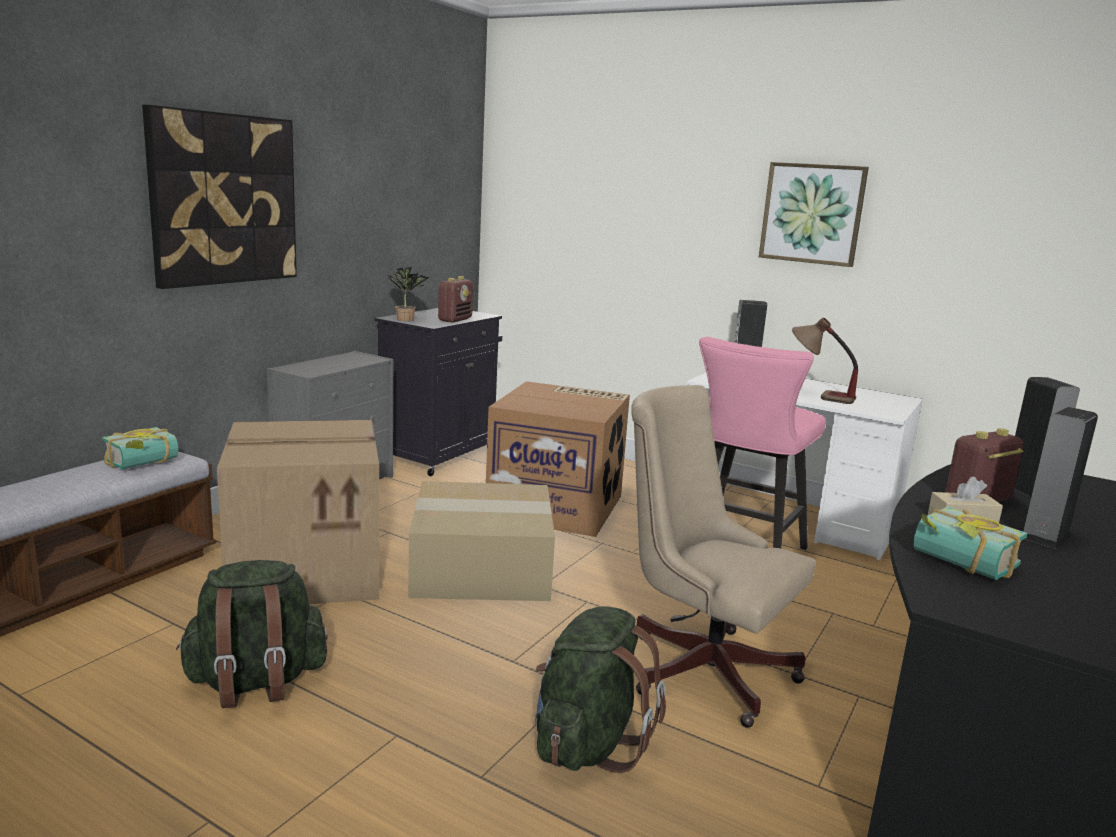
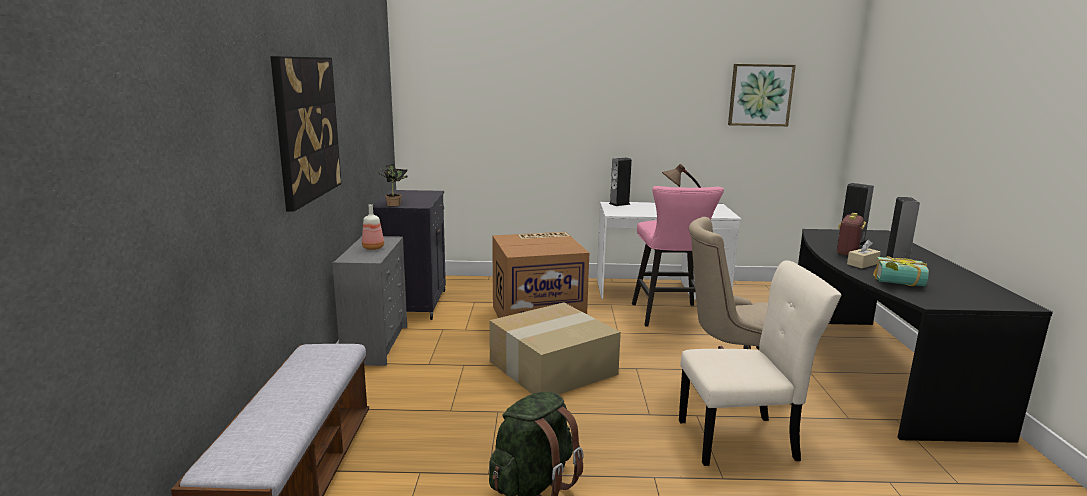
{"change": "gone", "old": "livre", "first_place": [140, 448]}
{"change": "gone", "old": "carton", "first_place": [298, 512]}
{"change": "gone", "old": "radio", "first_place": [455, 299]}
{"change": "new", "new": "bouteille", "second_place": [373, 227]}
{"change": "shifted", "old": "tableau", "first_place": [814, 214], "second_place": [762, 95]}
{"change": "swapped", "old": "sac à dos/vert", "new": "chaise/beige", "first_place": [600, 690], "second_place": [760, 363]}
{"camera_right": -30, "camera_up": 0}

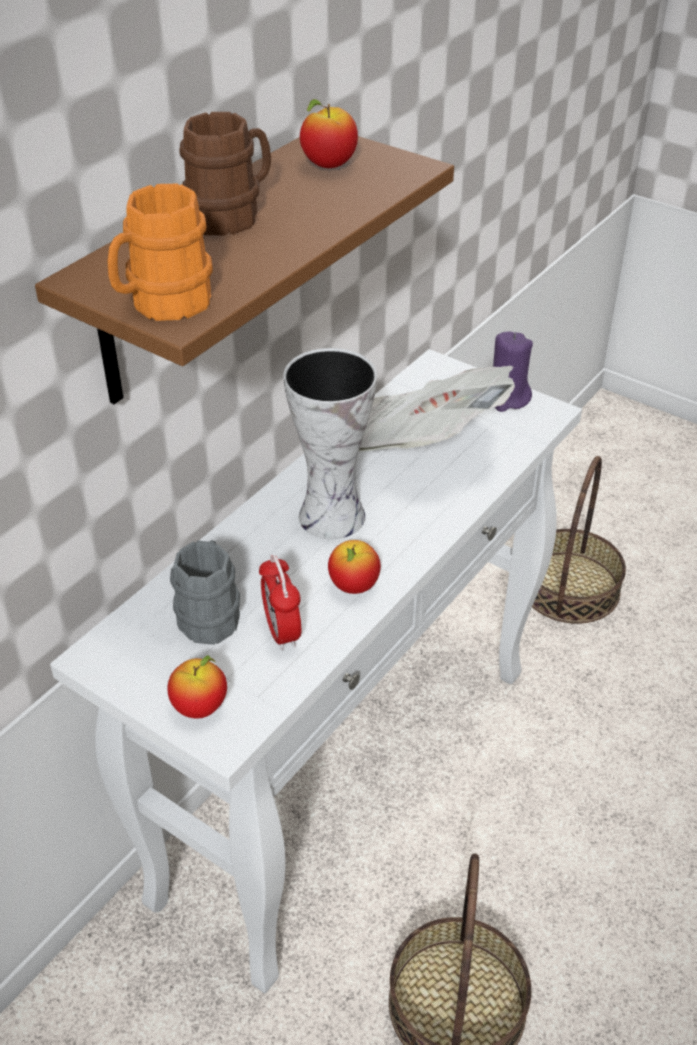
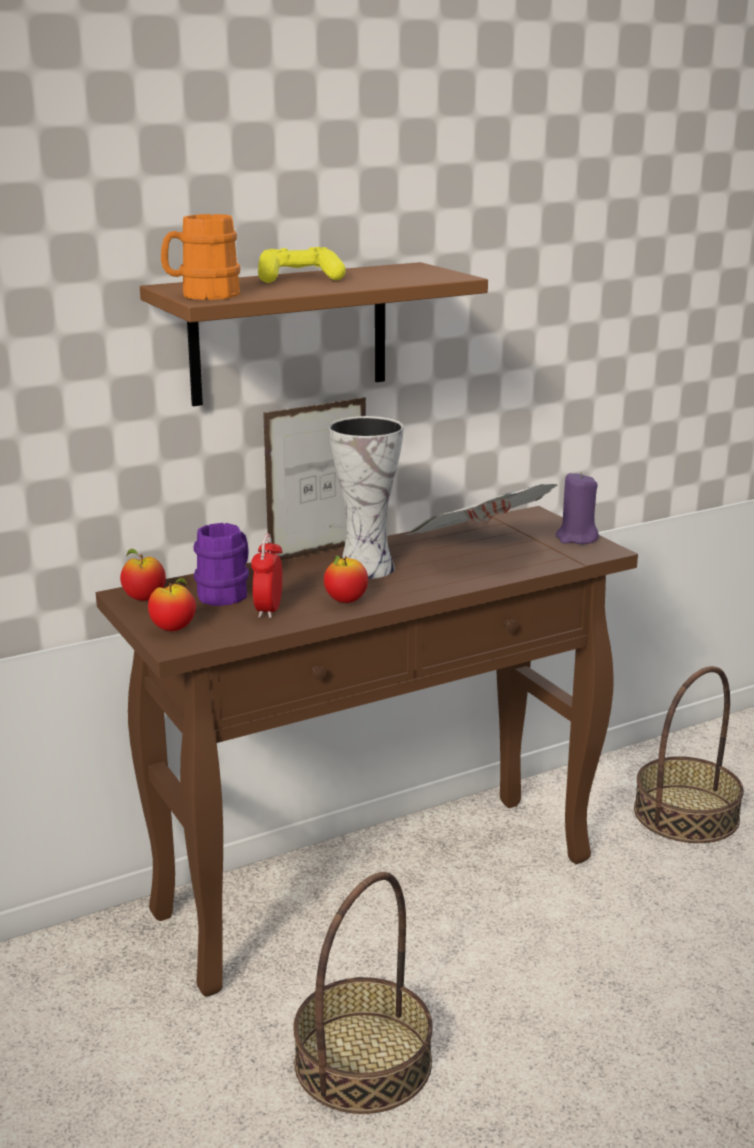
{"change": "new", "new": "cadre photo", "second_place": [314, 479]}
{"change": "shifted", "old": "pomme", "first_place": [329, 133], "second_place": [143, 575]}
{"change": "swapped", "old": "mug/marron", "new": "manette/jaune", "first_place": [225, 174], "second_place": [302, 265]}
{"change": "repainted", "old": "table console/blanc", "new": "table console/marron", "first_place": [316, 671], "second_place": [367, 751]}
{"change": "repainted", "old": "mug/gris", "new": "mug/violet", "first_place": [205, 592], "second_place": [221, 564]}
{"camera_right": 25, "camera_up": -20}

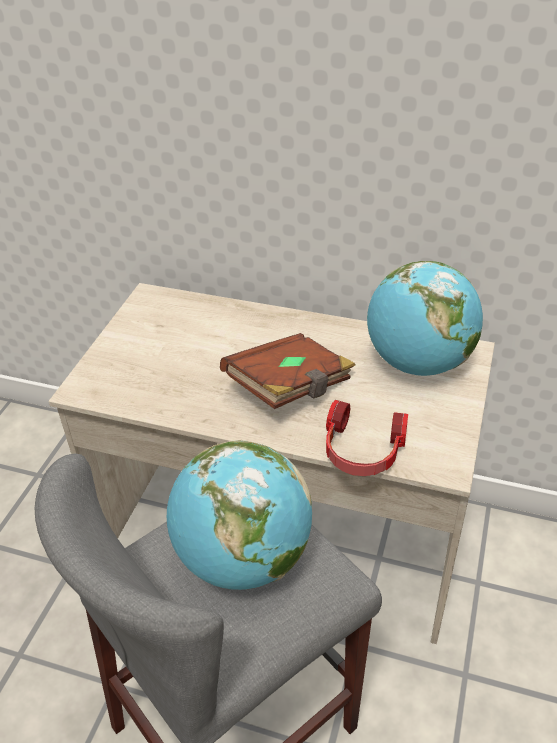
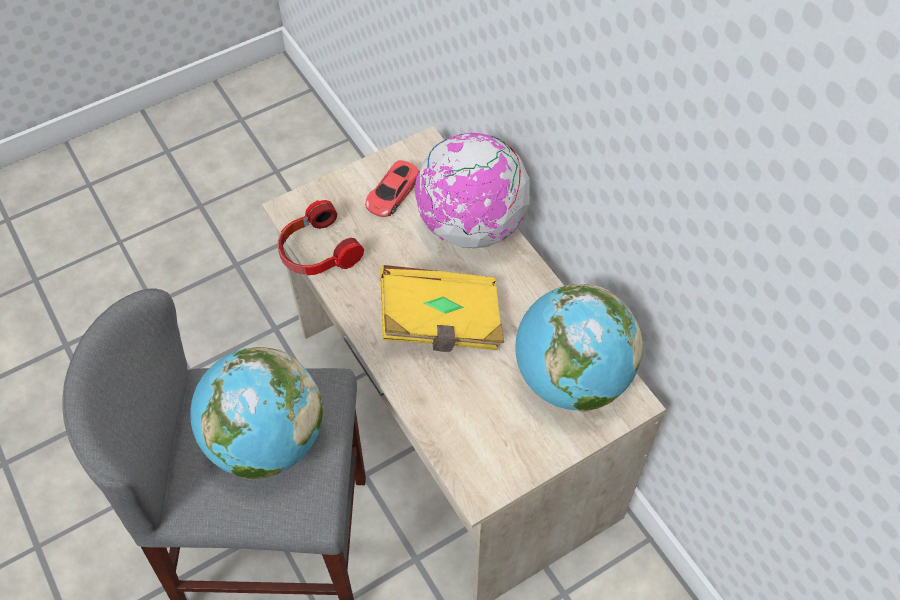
{"change": "new", "new": "petite voiture/rouge", "second_place": [392, 188]}
{"change": "new", "new": "globe", "second_place": [472, 190]}
{"change": "shifted", "old": "casque audio", "first_place": [367, 438], "second_place": [321, 237]}
{"change": "repainted", "old": "livre/marron", "new": "livre/jaune", "first_place": [287, 371], "second_place": [442, 308]}
{"camera_right": 40, "camera_up": 15}

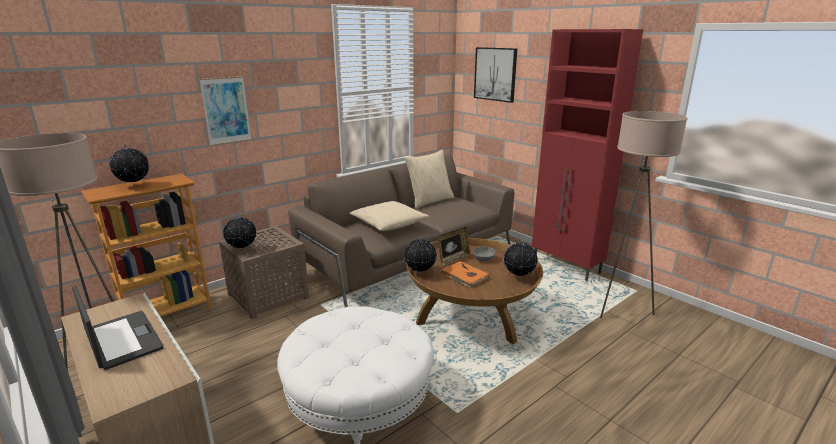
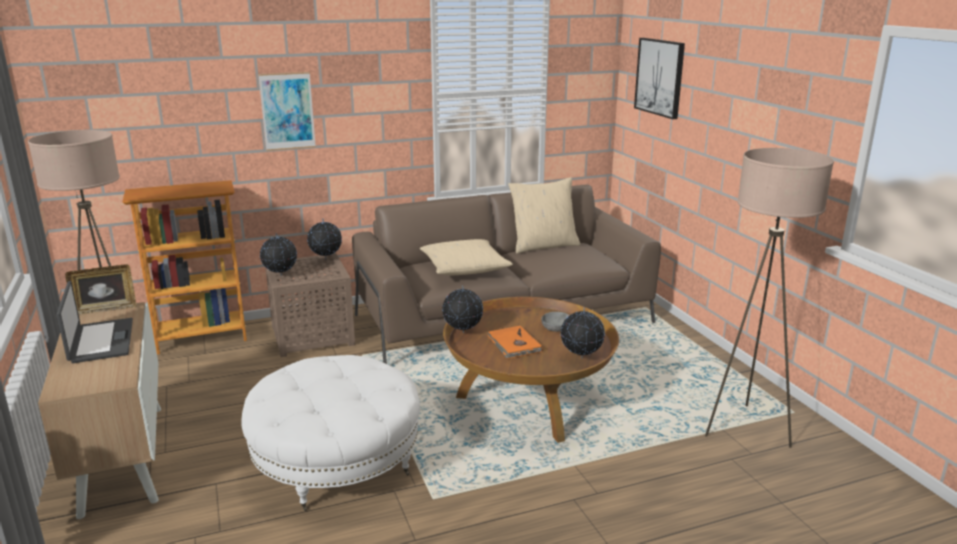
{"change": "gone", "old": "meuble de rangement/rouge", "first_place": [587, 155]}
{"change": "shifted", "old": "globe", "first_place": [129, 165], "second_place": [324, 239]}
{"change": "shifted", "old": "cadre photo", "first_place": [454, 246], "second_place": [100, 289]}
{"camera_right": 20, "camera_up": 0}

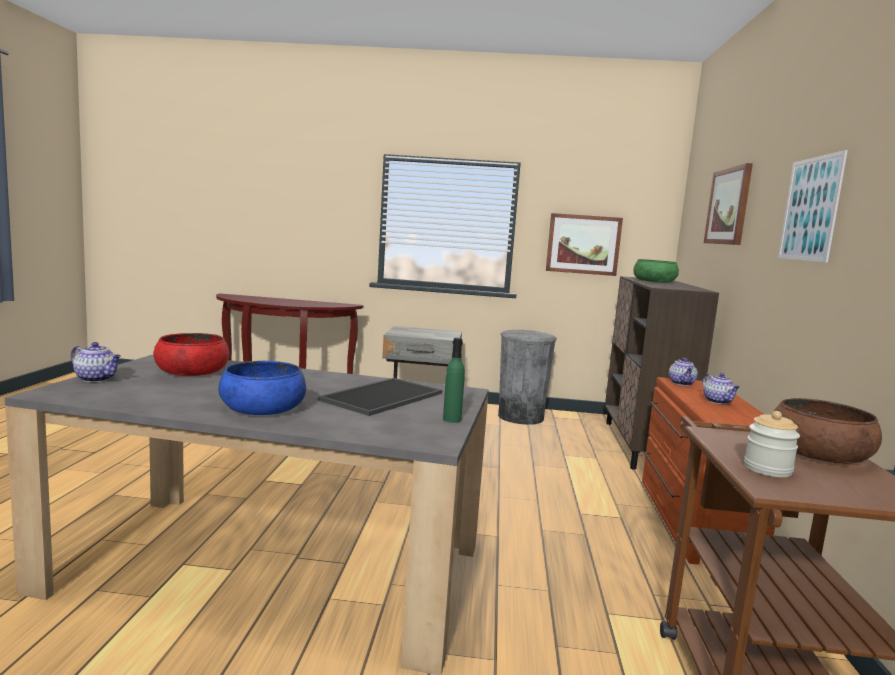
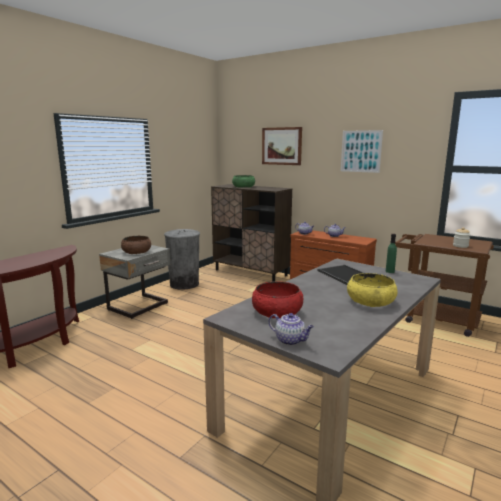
{"change": "gone", "old": "tableau", "first_place": [584, 244]}
{"change": "shifted", "old": "bol/marron", "first_place": [828, 431], "second_place": [136, 245]}
{"change": "repainted", "old": "bol/bleu", "new": "bol/jaune", "first_place": [262, 388], "second_place": [372, 290]}
{"change": "rotated", "old": "théière", "first_place": [96, 362], "second_place": [291, 329], "degrees": 75}
{"camera_right": -60, "camera_up": 5}

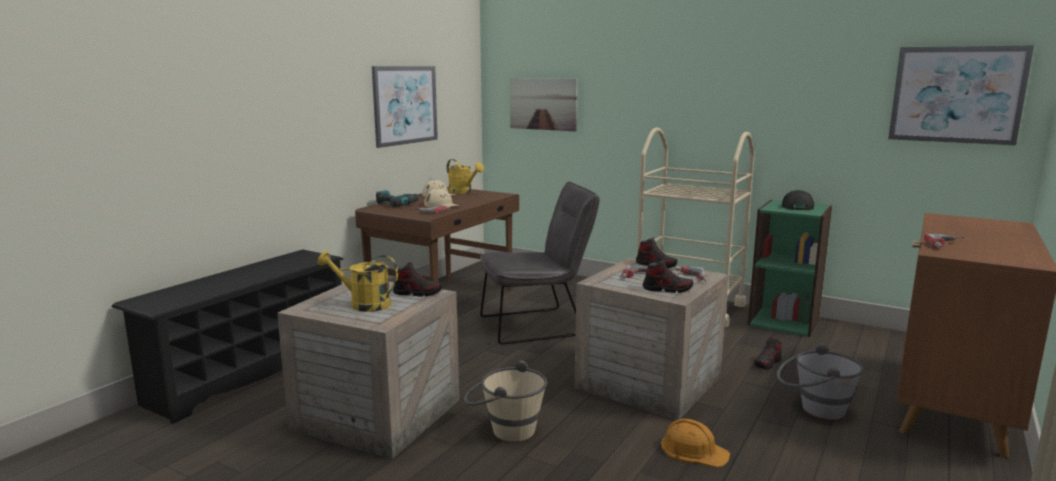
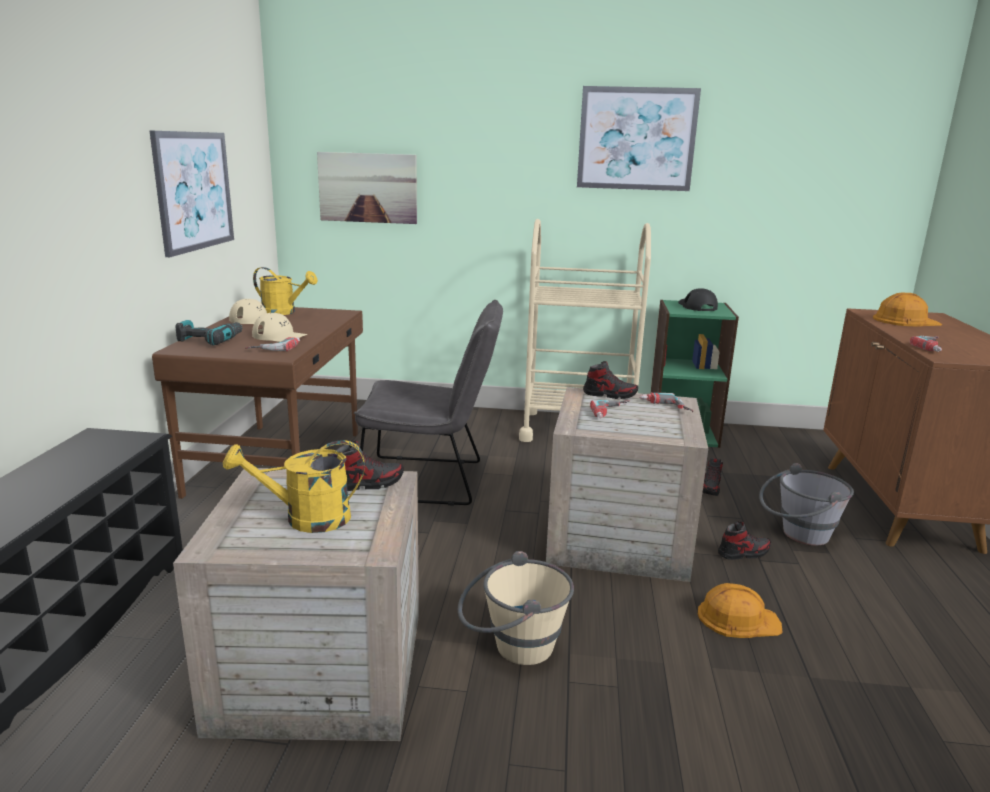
{"change": "new", "new": "casque de chantier/orange", "second_place": [907, 309]}
{"change": "shifted", "old": "chaussure", "first_place": [668, 276], "second_place": [744, 540]}
{"change": "shifted", "old": "tableau", "first_place": [961, 95], "second_place": [639, 138]}
{"change": "rotated", "old": "chaise/gris", "first_place": [540, 263], "second_place": [428, 403], "degrees": 45}
{"camera_right": -25, "camera_up": 5}

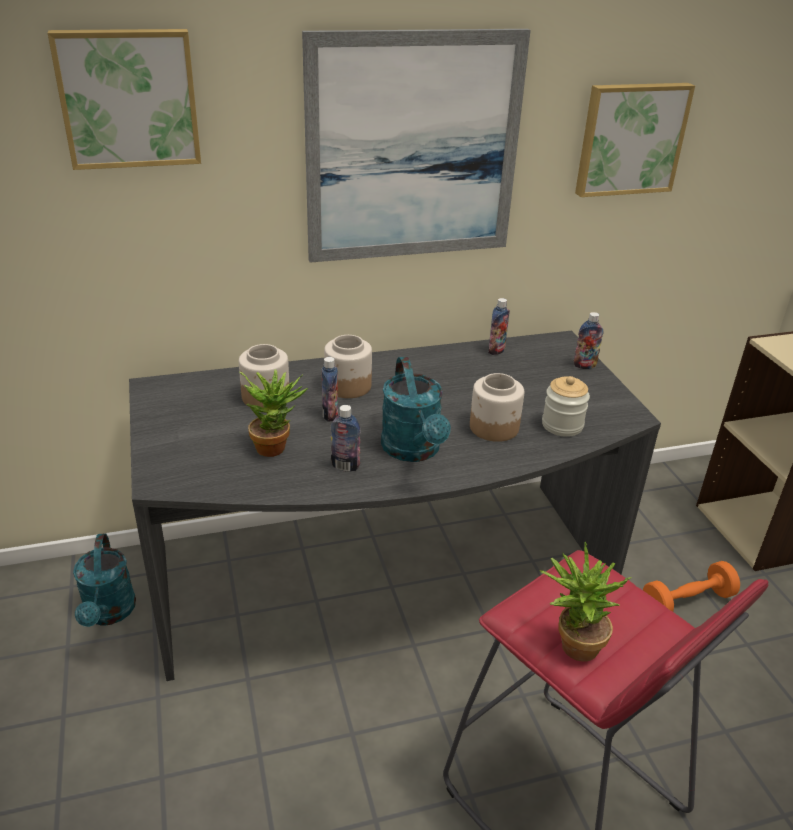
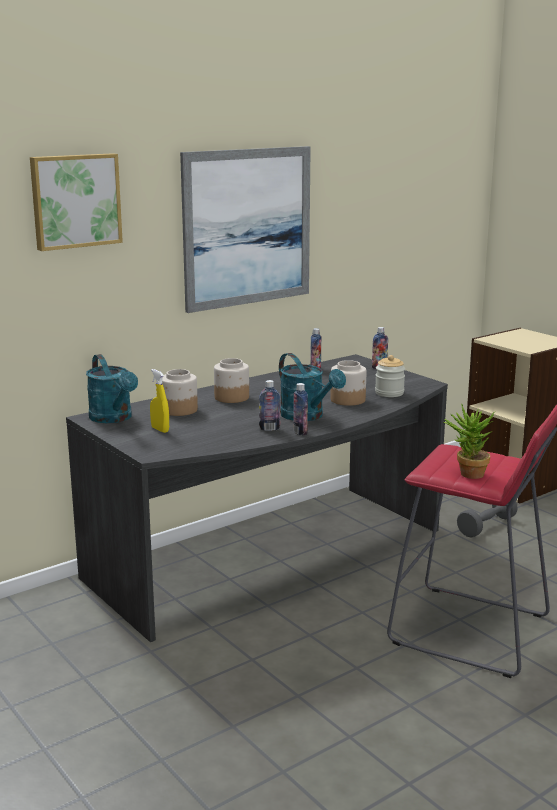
{"change": "gone", "old": "plante en pot", "first_place": [273, 413]}
{"change": "gone", "old": "tableau", "first_place": [635, 140]}
{"change": "new", "new": "vaporisateur/jaune", "second_place": [159, 401]}
{"change": "shifted", "old": "arrosoir/turquoise", "first_place": [104, 580], "second_place": [112, 388]}
{"change": "shifted", "old": "bouteille", "first_place": [330, 389], "second_place": [300, 409]}
{"change": "repainted", "old": "haltère/orange", "new": "haltère/gris", "first_place": [691, 586], "second_place": [487, 519]}
{"camera_right": -20, "camera_up": -15}

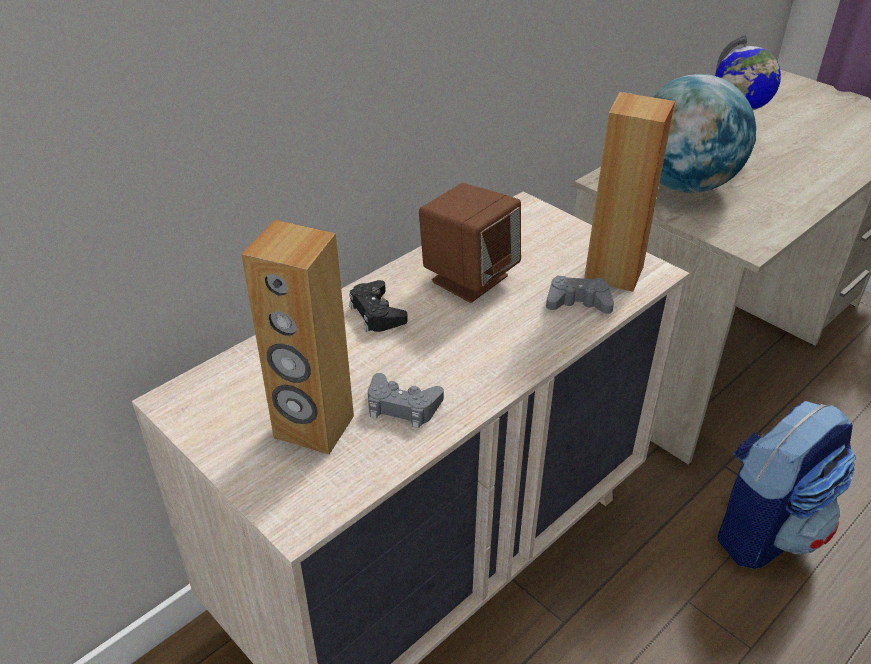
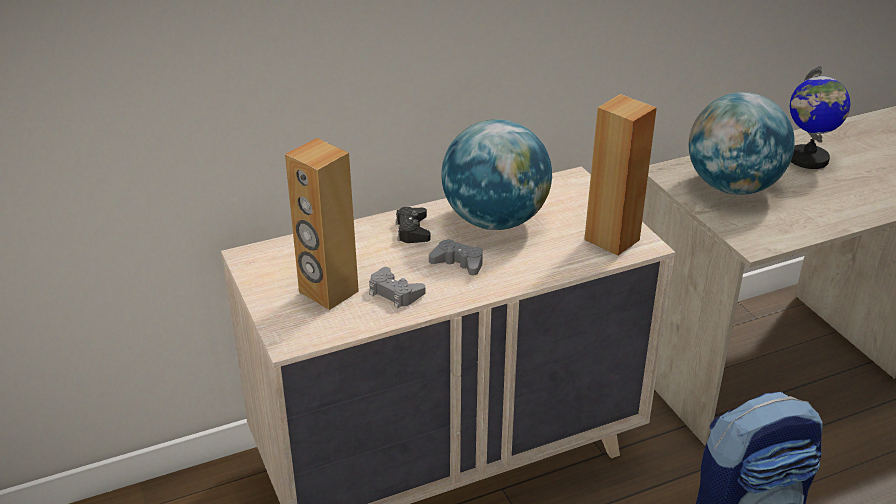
{"change": "shifted", "old": "manette/gris", "first_place": [580, 295], "second_place": [456, 257]}
{"change": "swapped", "old": "enceinte/marron", "new": "globe", "first_place": [470, 243], "second_place": [496, 174]}
{"camera_right": 20, "camera_up": -5}

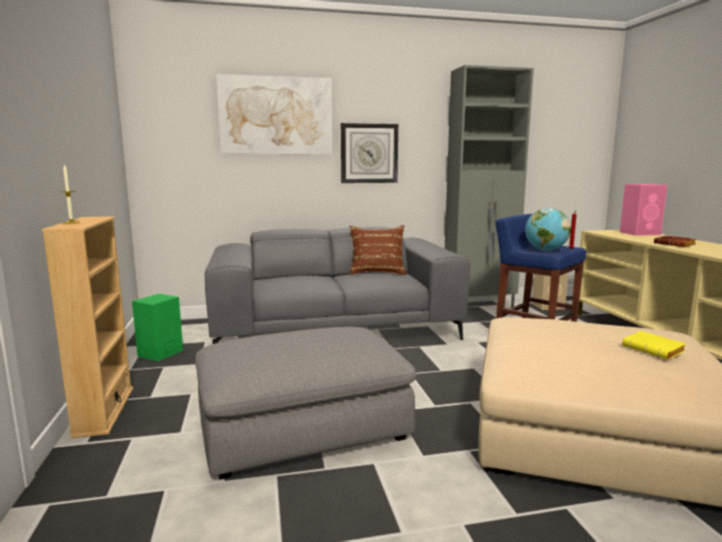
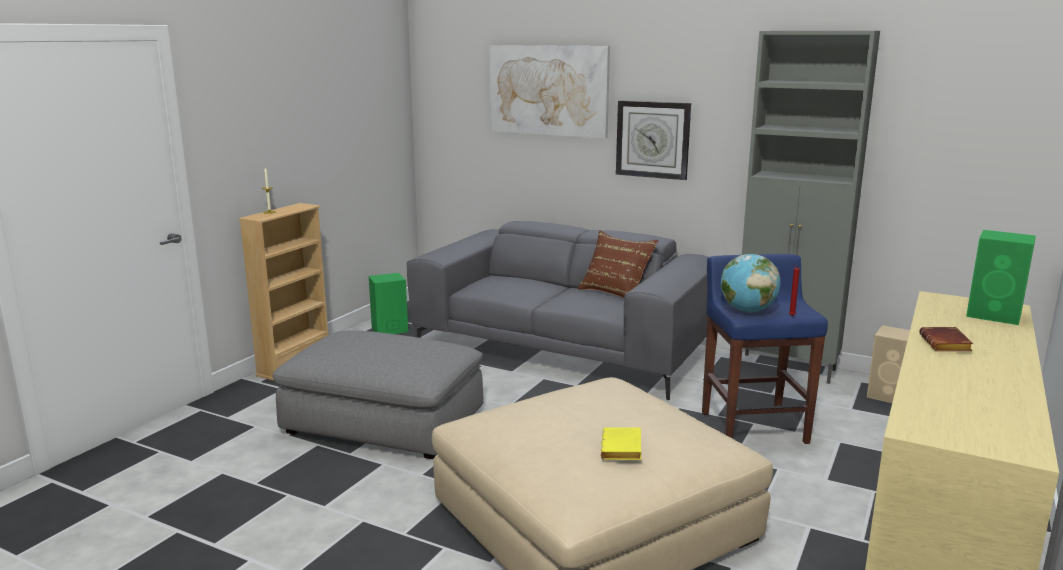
{"change": "repainted", "old": "enceinte/rose", "new": "enceinte/vert", "first_place": [644, 210], "second_place": [1001, 277]}
{"camera_right": 40, "camera_up": 5}

